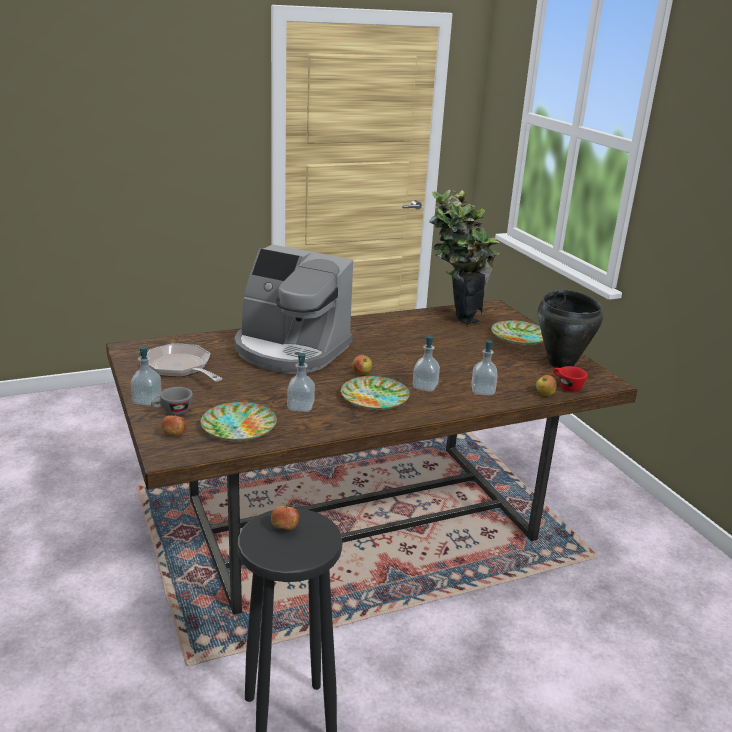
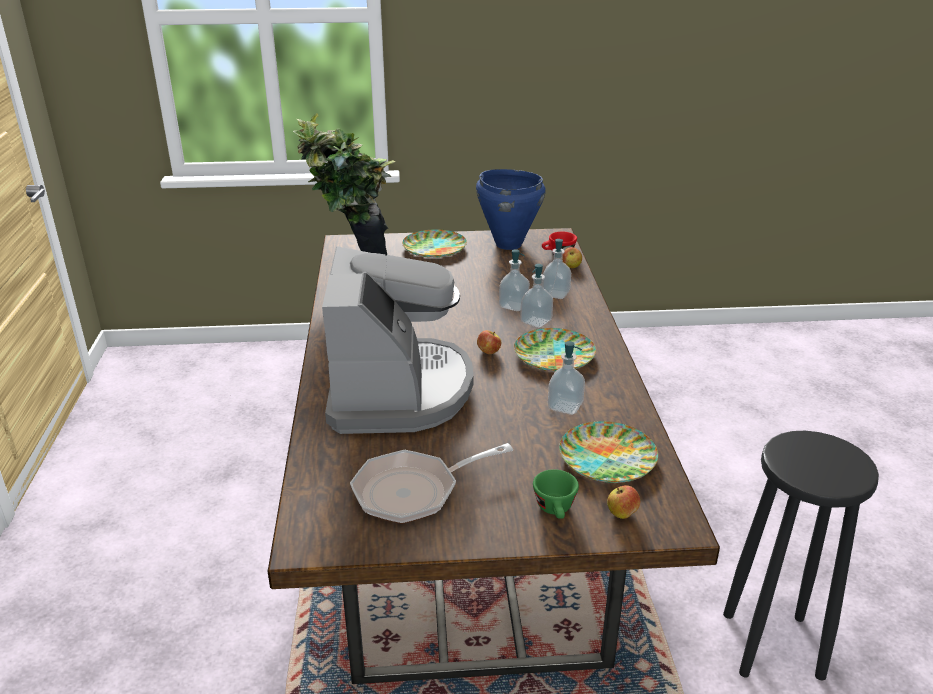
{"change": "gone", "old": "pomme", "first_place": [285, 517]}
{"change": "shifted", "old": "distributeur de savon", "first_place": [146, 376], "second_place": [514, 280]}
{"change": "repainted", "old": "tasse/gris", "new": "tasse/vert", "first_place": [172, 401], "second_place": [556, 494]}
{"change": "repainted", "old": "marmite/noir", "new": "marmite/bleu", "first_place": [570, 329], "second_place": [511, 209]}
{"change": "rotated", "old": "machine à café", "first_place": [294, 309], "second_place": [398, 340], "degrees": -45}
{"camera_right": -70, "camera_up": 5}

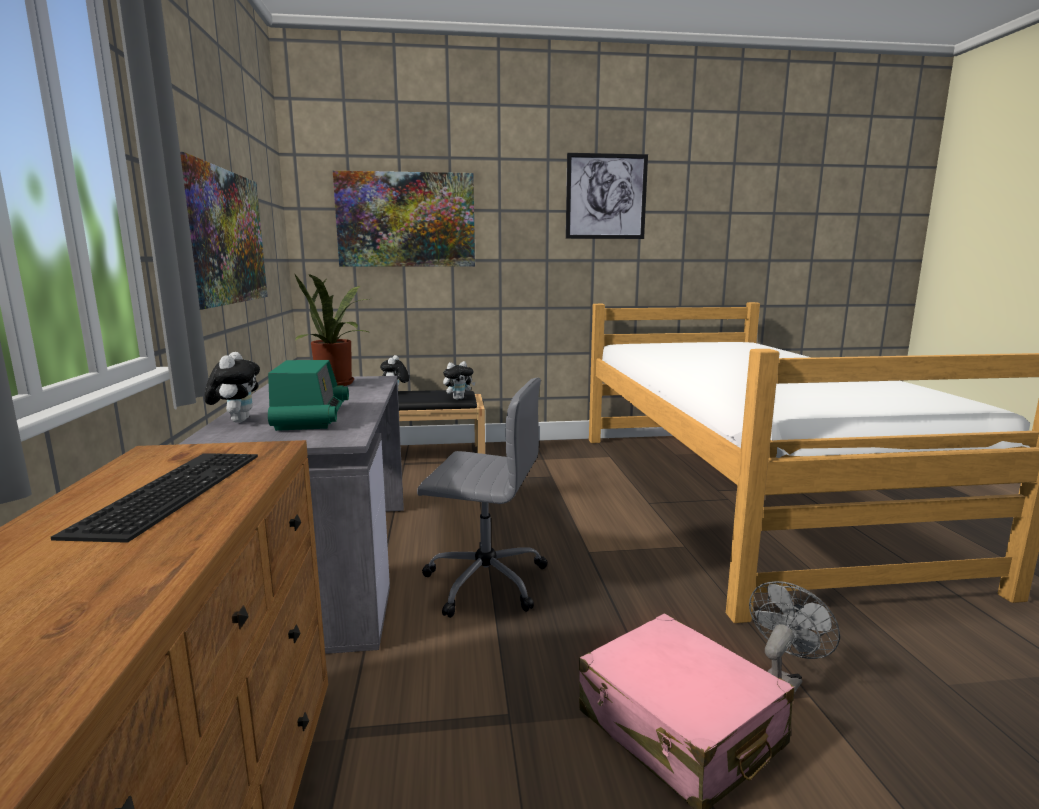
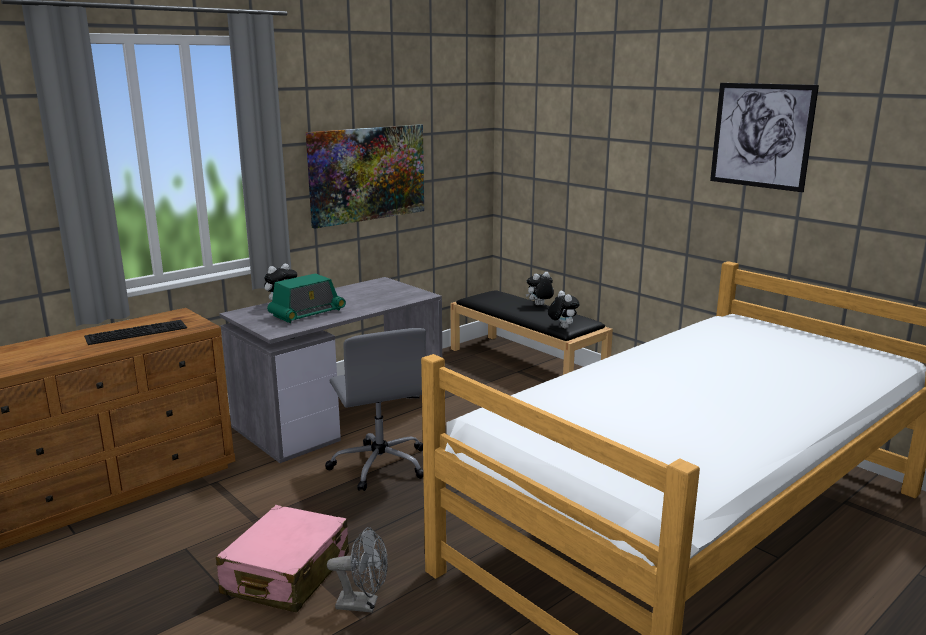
{"change": "gone", "old": "plante en pot", "first_place": [332, 330]}
{"change": "gone", "old": "tableau", "first_place": [404, 219]}
{"change": "rotated", "old": "peluche", "first_place": [459, 380], "second_place": [563, 310], "degrees": -135}
{"camera_right": 55, "camera_up": 5}

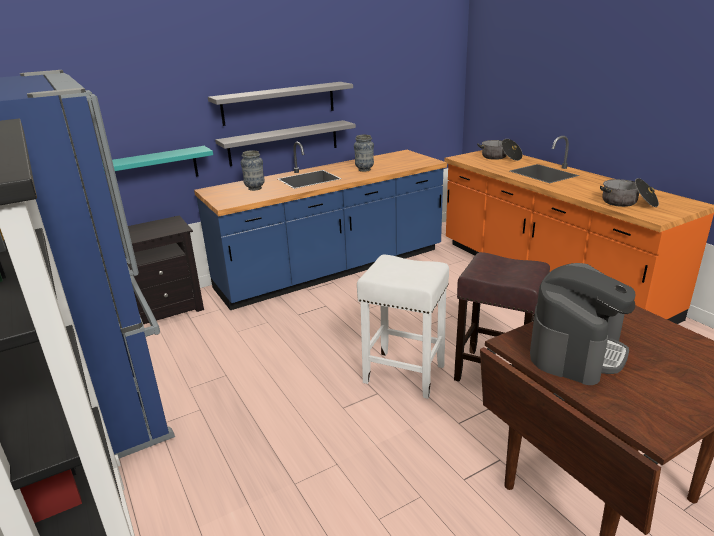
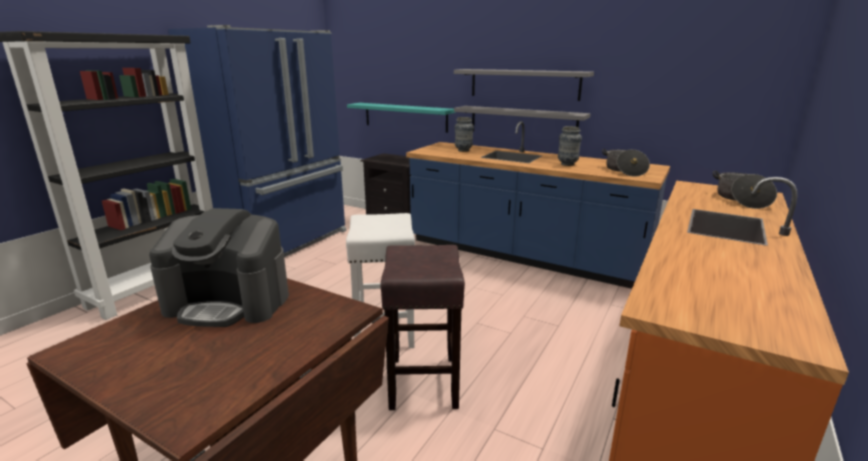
{"change": "shifted", "old": "marmite", "first_place": [629, 192], "second_place": [626, 163]}
{"camera_right": 60, "camera_up": -5}

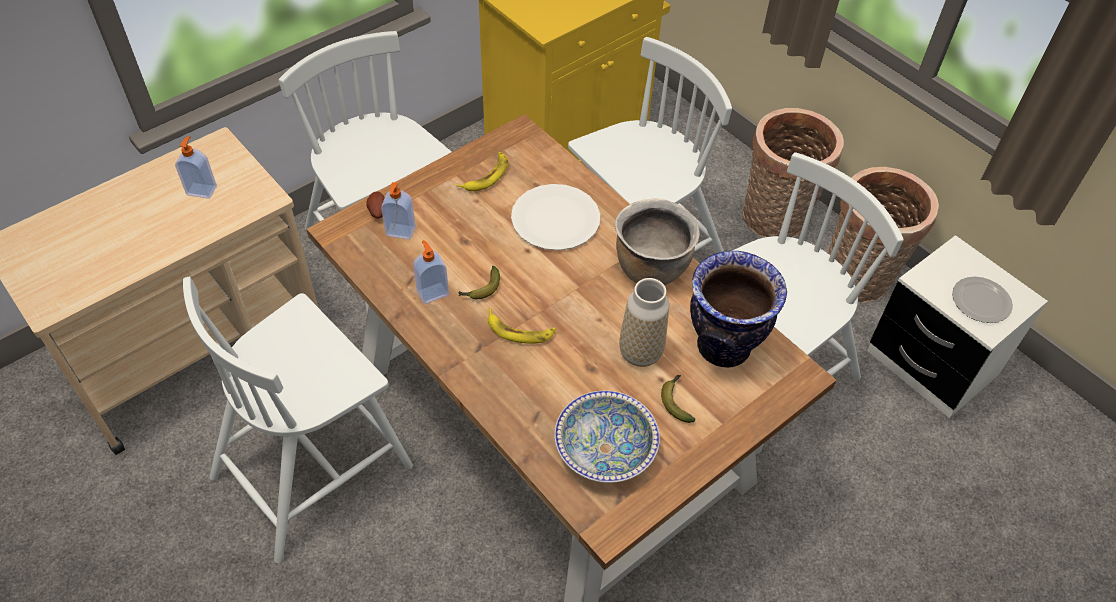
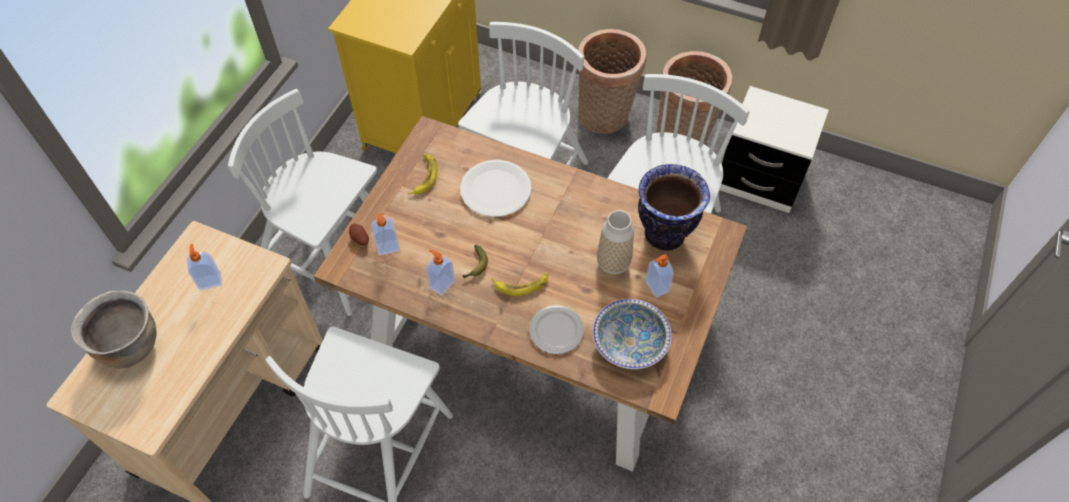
{"change": "shifted", "old": "marmite/marron", "first_place": [657, 242], "second_place": [113, 330]}
{"change": "shifted", "old": "assiette", "first_place": [982, 299], "second_place": [556, 329]}
{"change": "swapped", "old": "banane", "new": "distributeur de savon", "first_place": [678, 399], "second_place": [659, 276]}
{"camera_right": -25, "camera_up": 5}

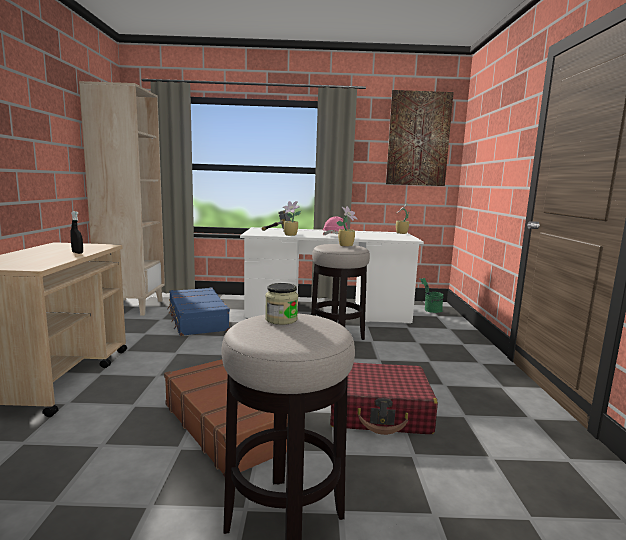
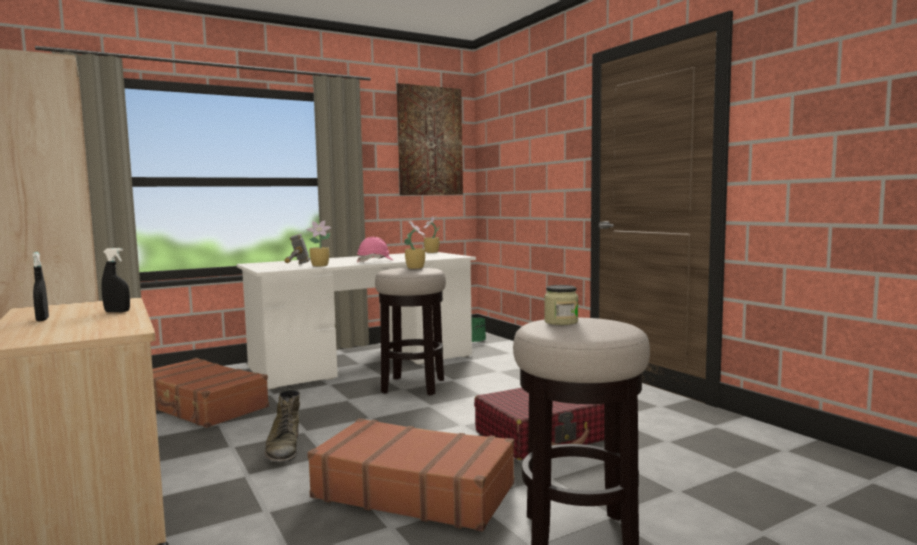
{"change": "new", "new": "vaporisateur/noir", "second_place": [40, 286]}
{"change": "new", "new": "botte/vert", "second_place": [282, 426]}
{"change": "repainted", "old": "valise/bleu", "new": "valise/marron", "first_place": [198, 311], "second_place": [211, 393]}
{"camera_right": -30, "camera_up": -5}

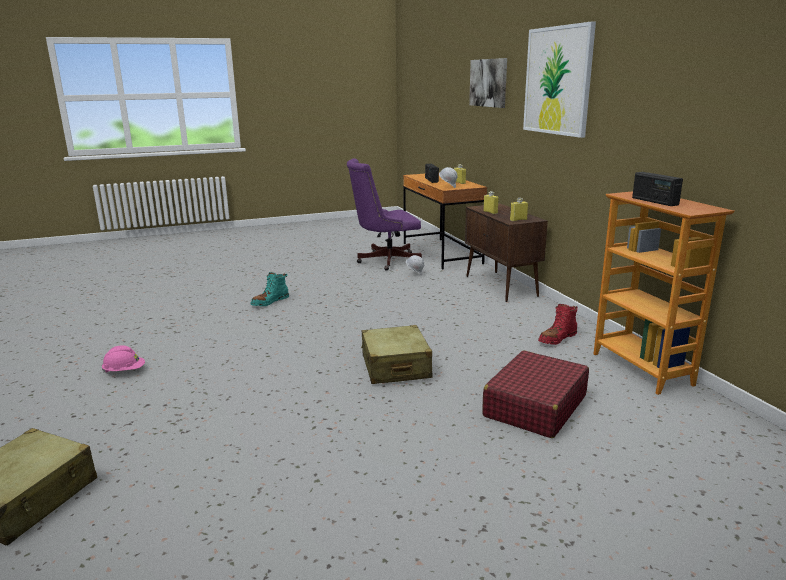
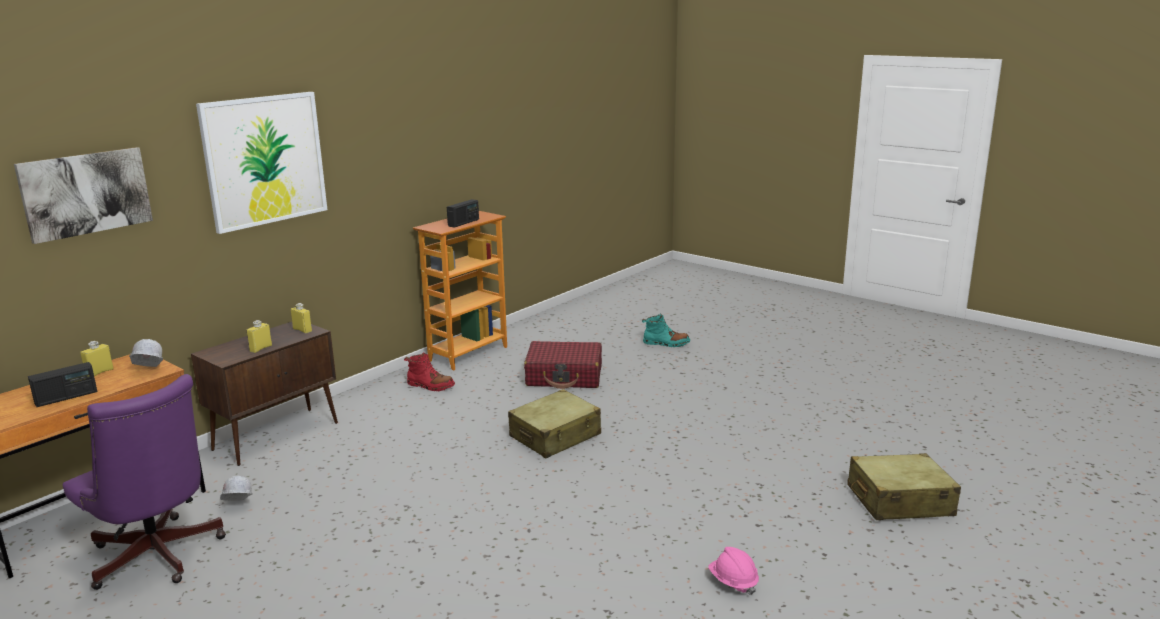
{"change": "shifted", "old": "botte/turquoise", "first_place": [270, 289], "second_place": [666, 330]}
{"camera_right": -120, "camera_up": 0}

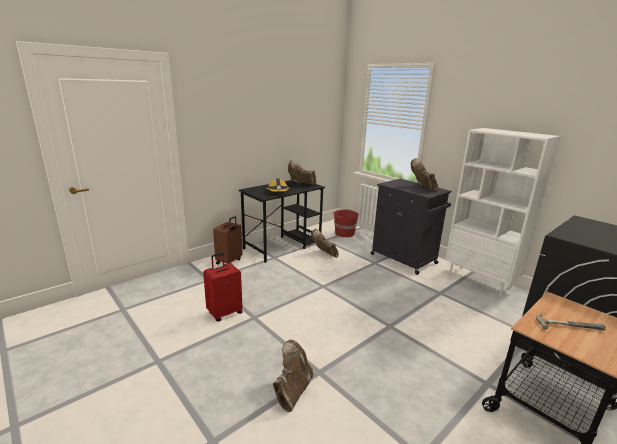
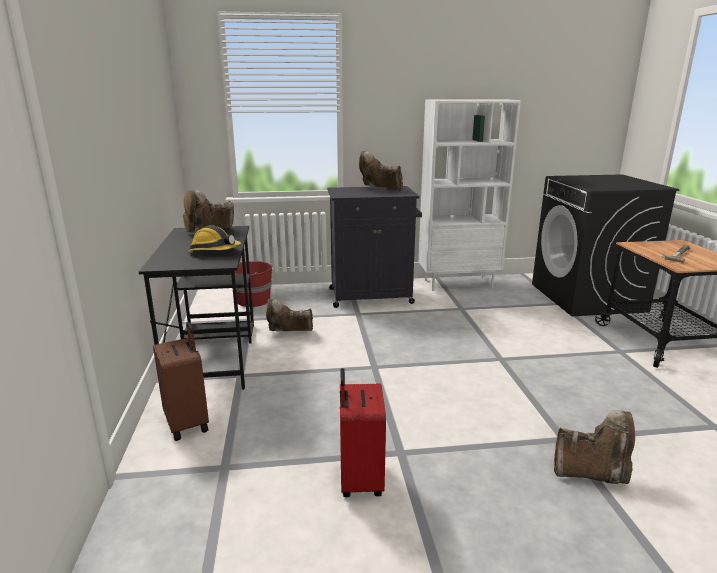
{"change": "rotated", "old": "botte/marron", "first_place": [293, 376], "second_place": [594, 447], "degrees": 135}
{"camera_right": -55, "camera_up": 0}

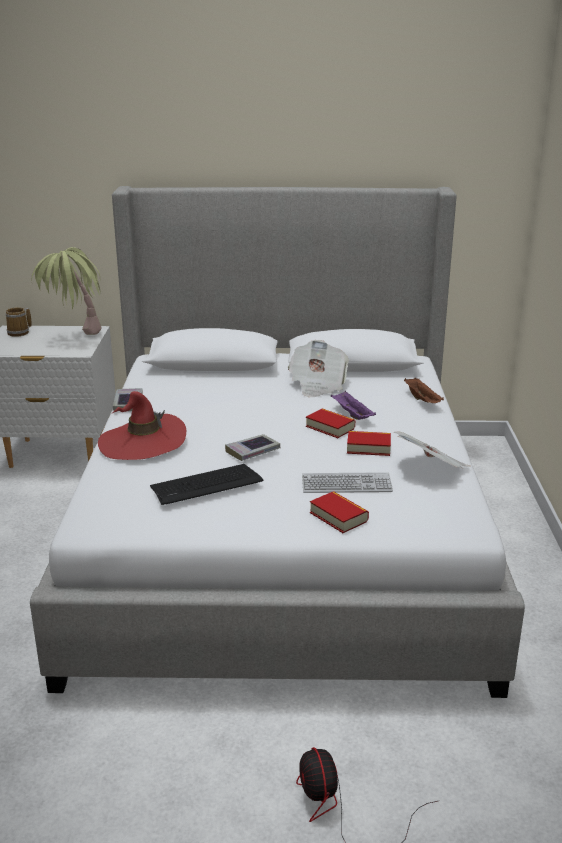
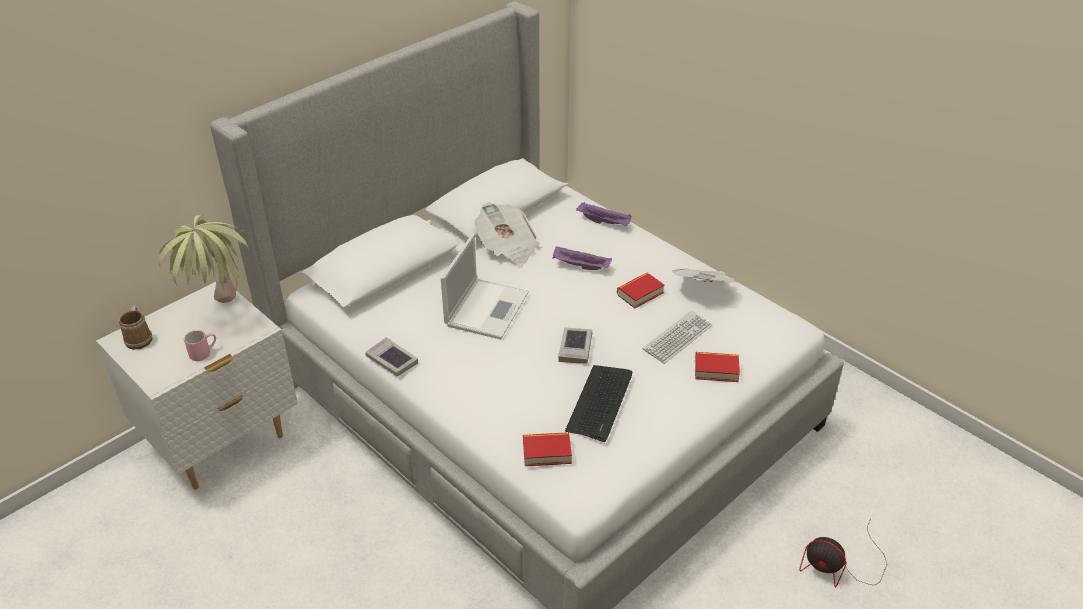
{"change": "gone", "old": "chapeau/rouge", "first_place": [142, 425]}
{"change": "new", "new": "mug/rose", "second_place": [200, 345]}
{"change": "new", "new": "ordinateur portable", "second_place": [485, 287]}
{"change": "shifted", "old": "livre", "first_place": [330, 423], "second_place": [547, 449]}
{"change": "repainted", "old": "plateau/marron", "new": "plateau/violet", "first_place": [424, 390], "second_place": [603, 214]}
{"camera_right": -45, "camera_up": 15}

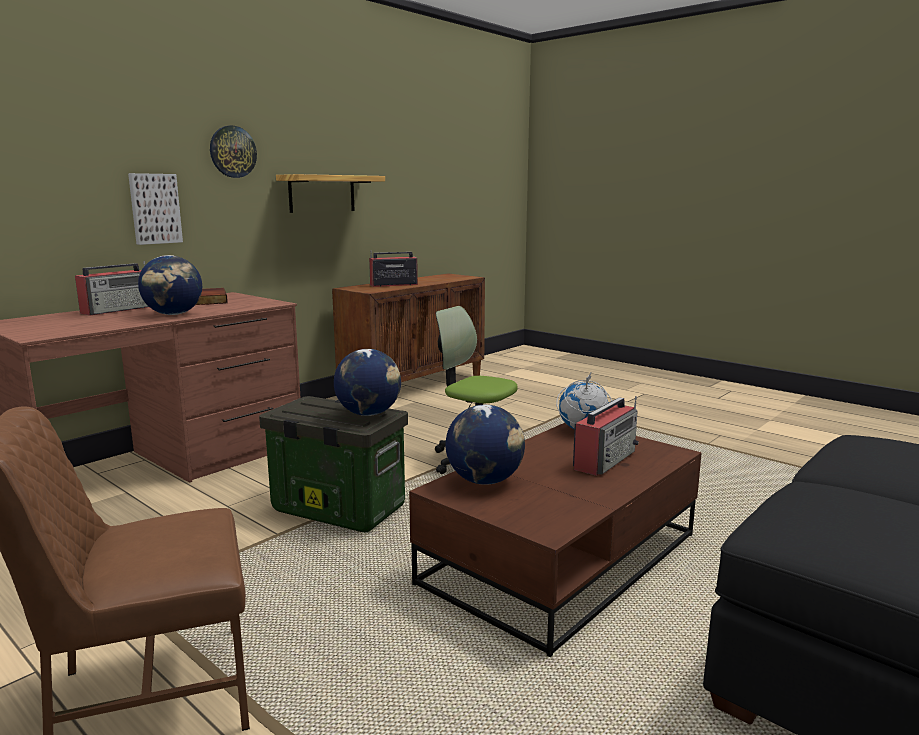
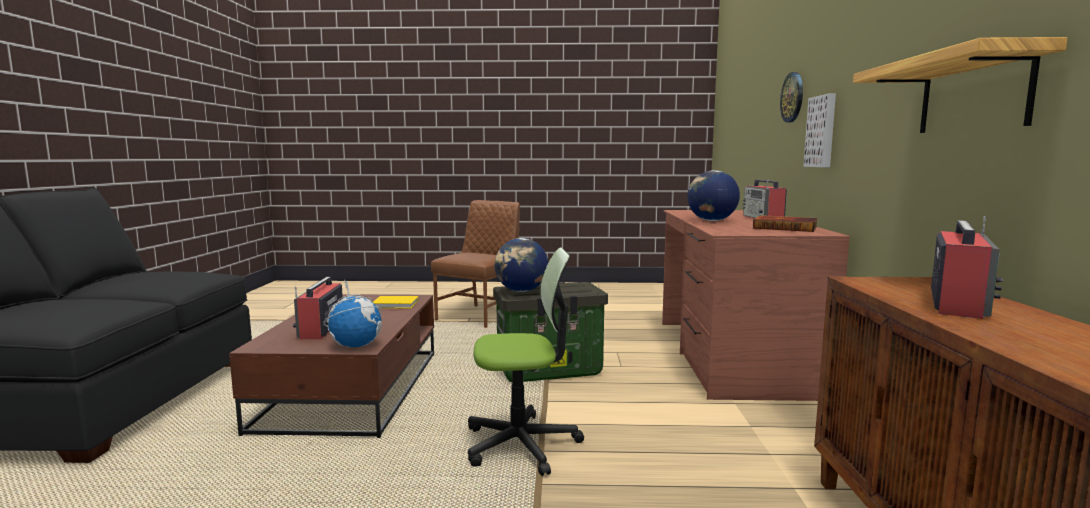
{"change": "shifted", "old": "horloge murale", "first_place": [233, 151], "second_place": [791, 97]}
{"change": "swapped", "old": "globe", "new": "livre/jaune", "first_place": [485, 445], "second_place": [395, 302]}
{"camera_right": 140, "camera_up": -5}

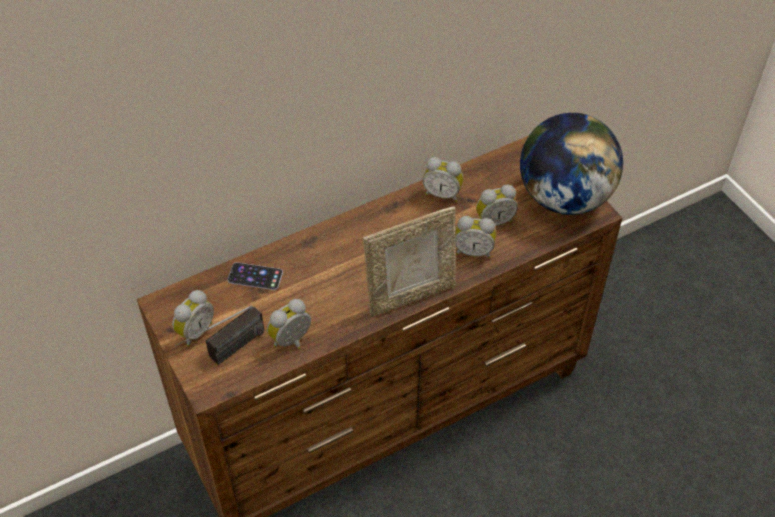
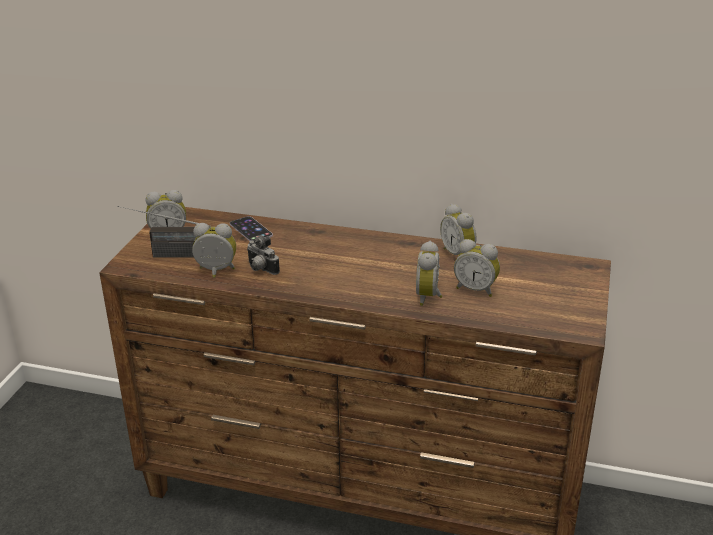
{"change": "gone", "old": "cadre photo", "first_place": [409, 261]}
{"change": "gone", "old": "globe", "first_place": [571, 164]}
{"change": "new", "new": "appareil photo", "second_place": [263, 255]}
{"change": "rotated", "old": "réveil", "first_place": [475, 237], "second_place": [429, 273], "degrees": 45}
{"camera_right": 45, "camera_up": -20}

